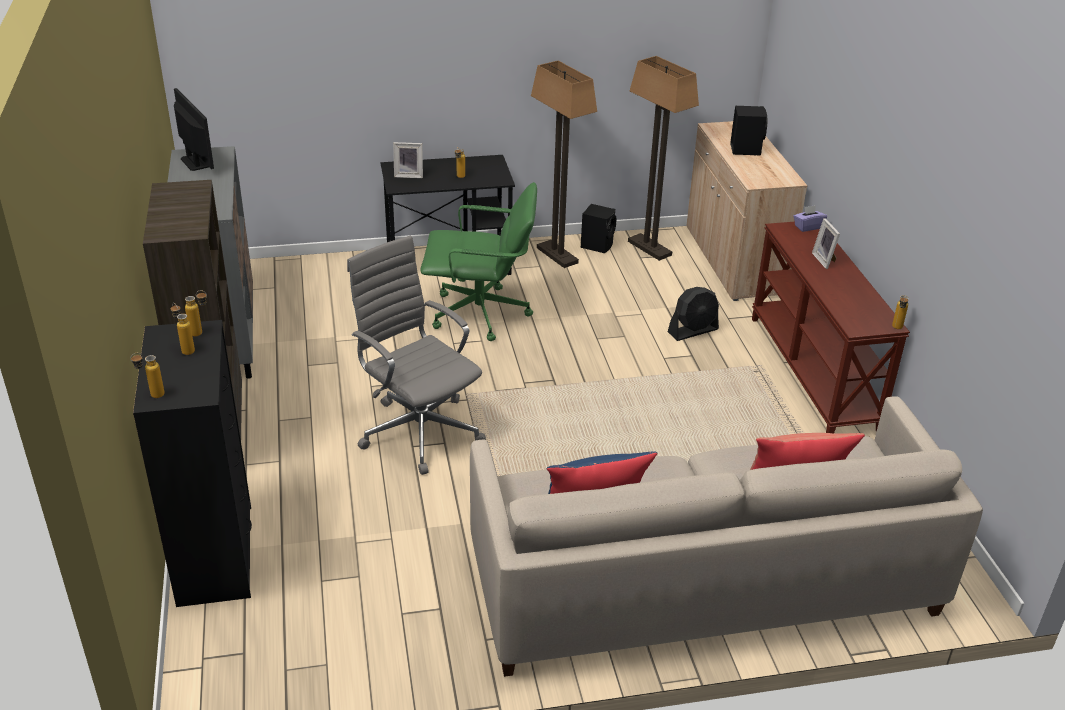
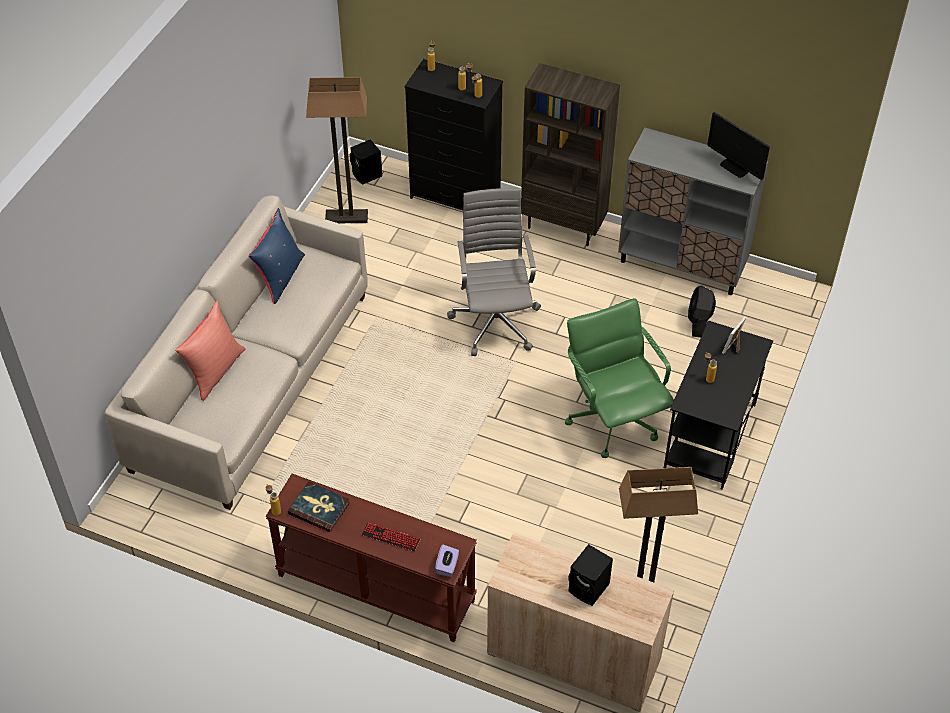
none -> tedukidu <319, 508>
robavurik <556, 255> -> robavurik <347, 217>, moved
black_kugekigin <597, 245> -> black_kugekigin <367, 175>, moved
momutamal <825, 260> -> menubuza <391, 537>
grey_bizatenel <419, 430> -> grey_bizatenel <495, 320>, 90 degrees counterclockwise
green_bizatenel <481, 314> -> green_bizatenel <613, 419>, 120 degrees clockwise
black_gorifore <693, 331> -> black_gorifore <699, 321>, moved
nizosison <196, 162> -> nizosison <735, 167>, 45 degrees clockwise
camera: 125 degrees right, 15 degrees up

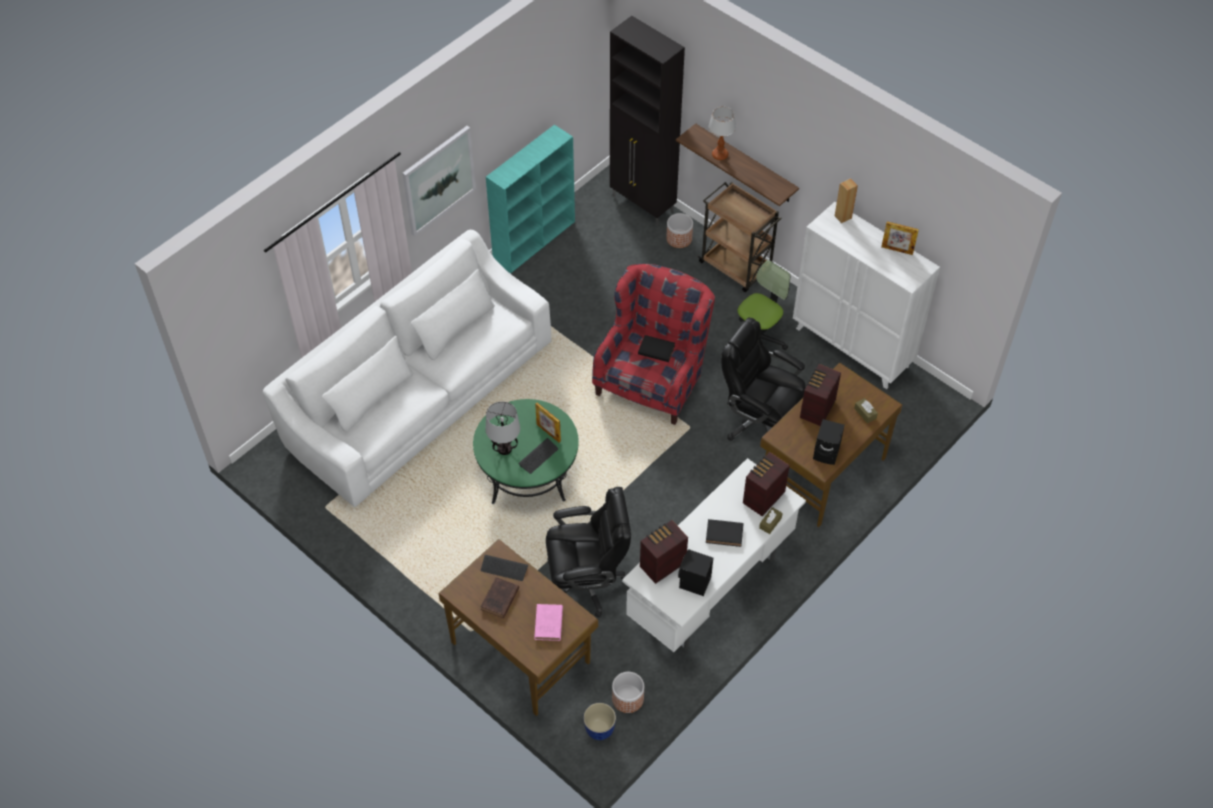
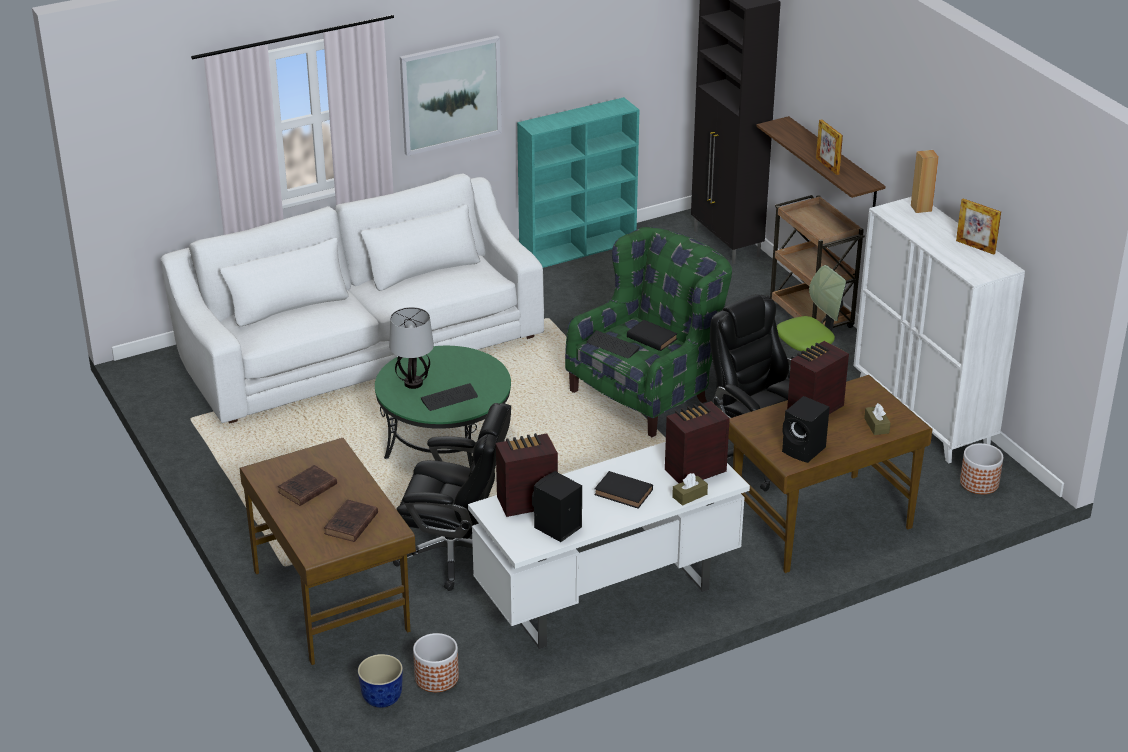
pink_tedukidu <548, 624> -> brown_tedukidu <350, 525>
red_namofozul <653, 378> -> green_namofozul <650, 392>
menubuza <504, 568> -> menubuza <612, 346>, moved
momutamal <548, 432> -> momutamal <827, 166>, moved
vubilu <679, 238> -> vubilu <979, 483>, moved
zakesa <719, 155> -> none
camera: 20 degrees right, 20 degrees down

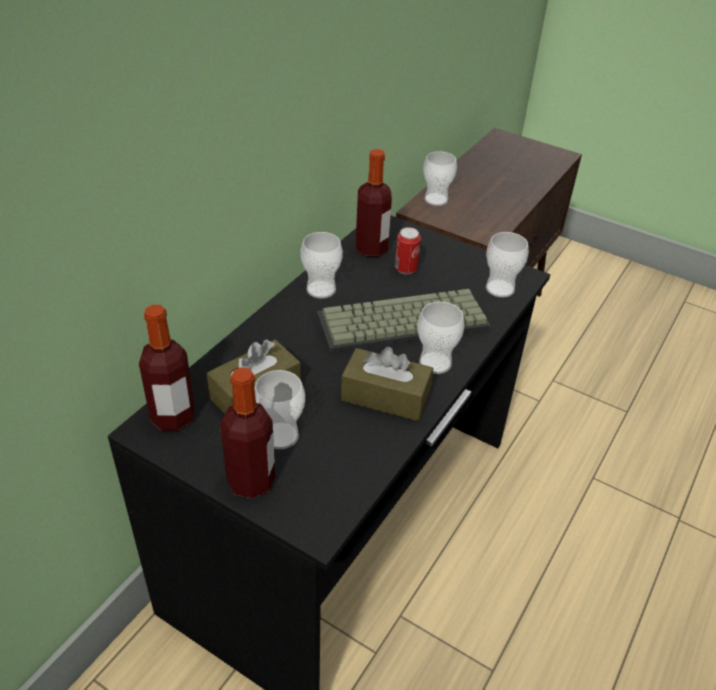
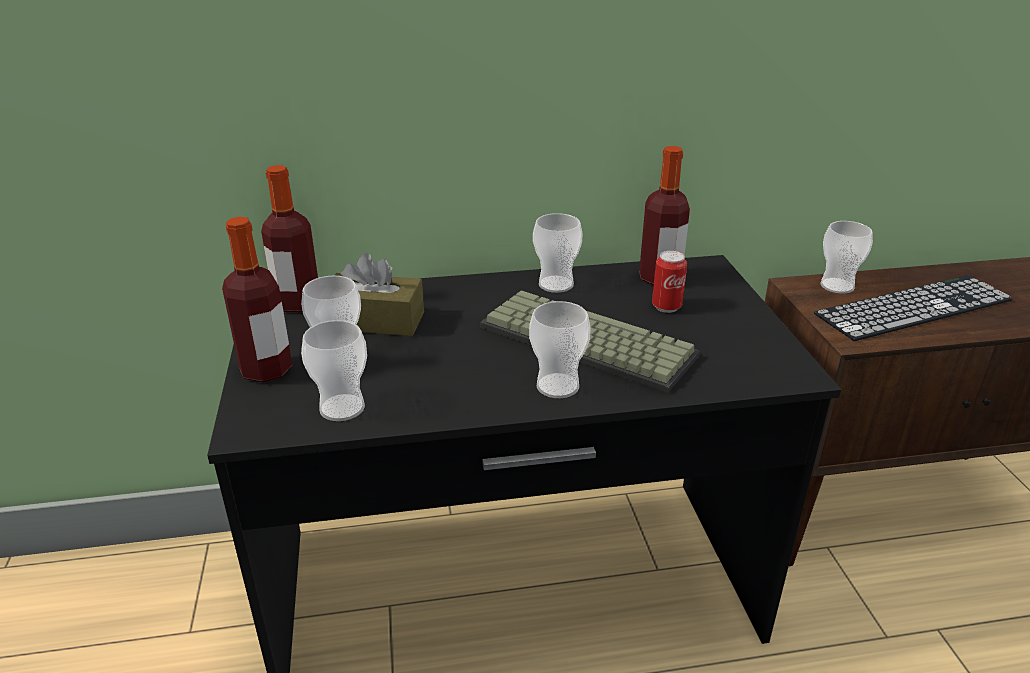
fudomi <500, 288> -> fudomi <342, 408>, moved
none -> menubuza <914, 307>
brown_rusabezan <385, 396> -> none
camera: 50 degrees right, 10 degrees down

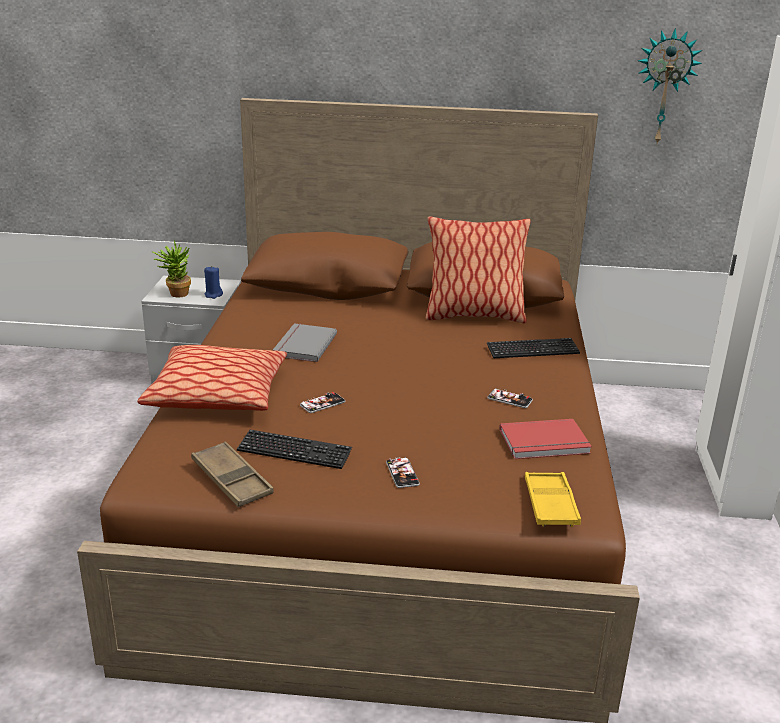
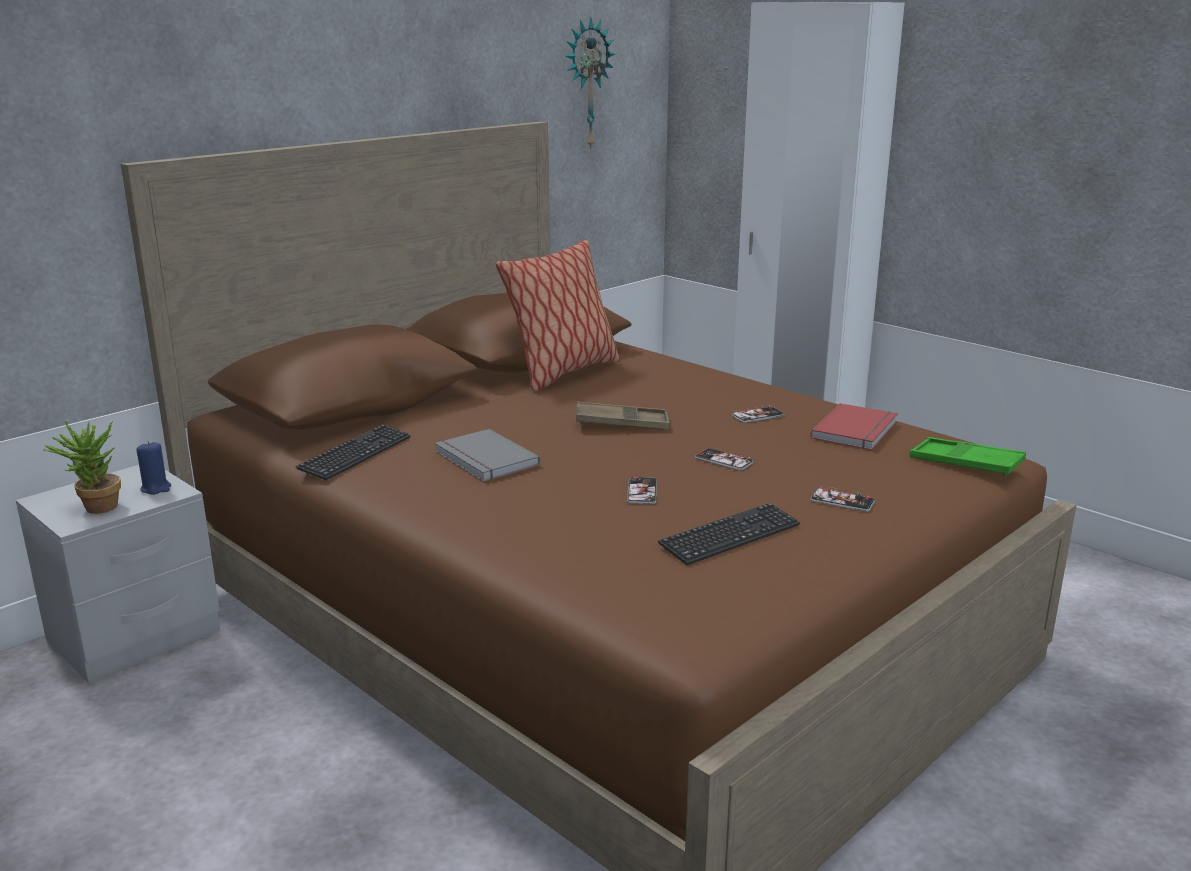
menubuza <532, 350> -> menubuza <355, 454>, moved
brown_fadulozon <232, 480> -> brown_fadulozon <622, 423>, moved
none -> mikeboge <723, 461>
yellow_fadulozon <550, 504> -> green_fadulozon <965, 463>
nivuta <218, 395> -> none
camera: 50 degrees left, 5 degrees down

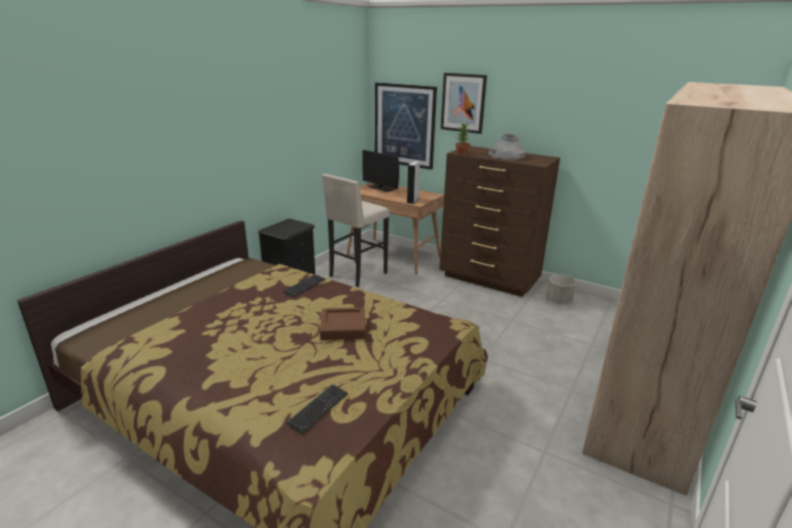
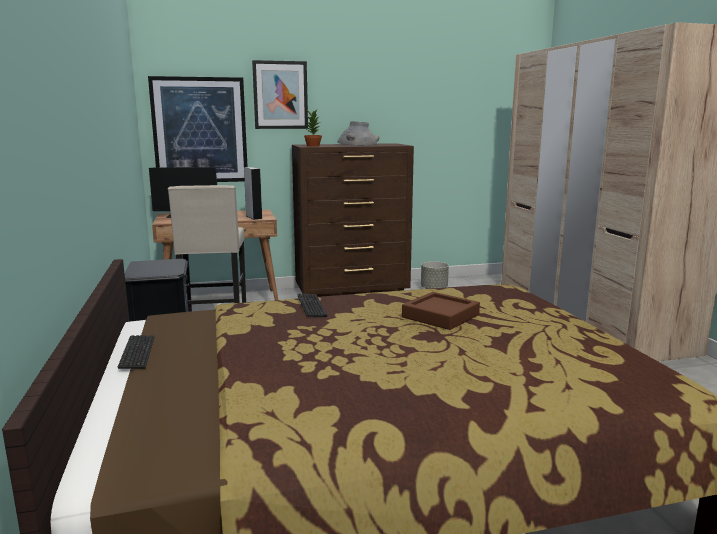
menubuza <318, 409> -> menubuza <137, 353>, moved
camera: 45 degrees left, 10 degrees down

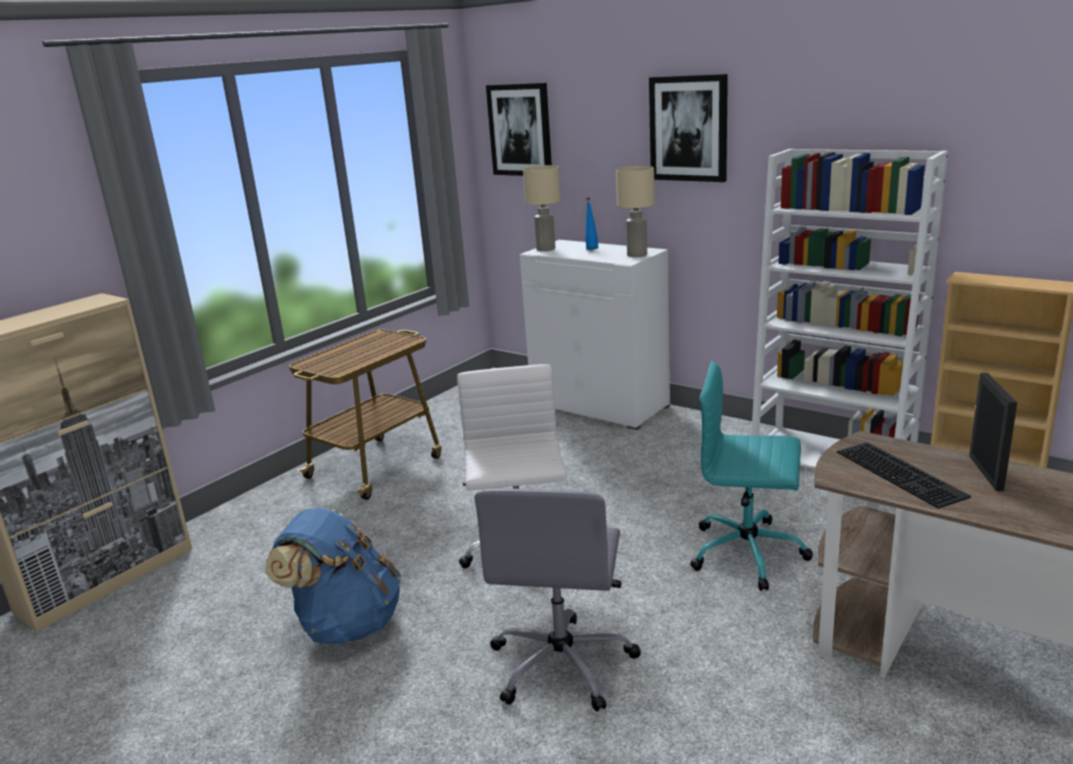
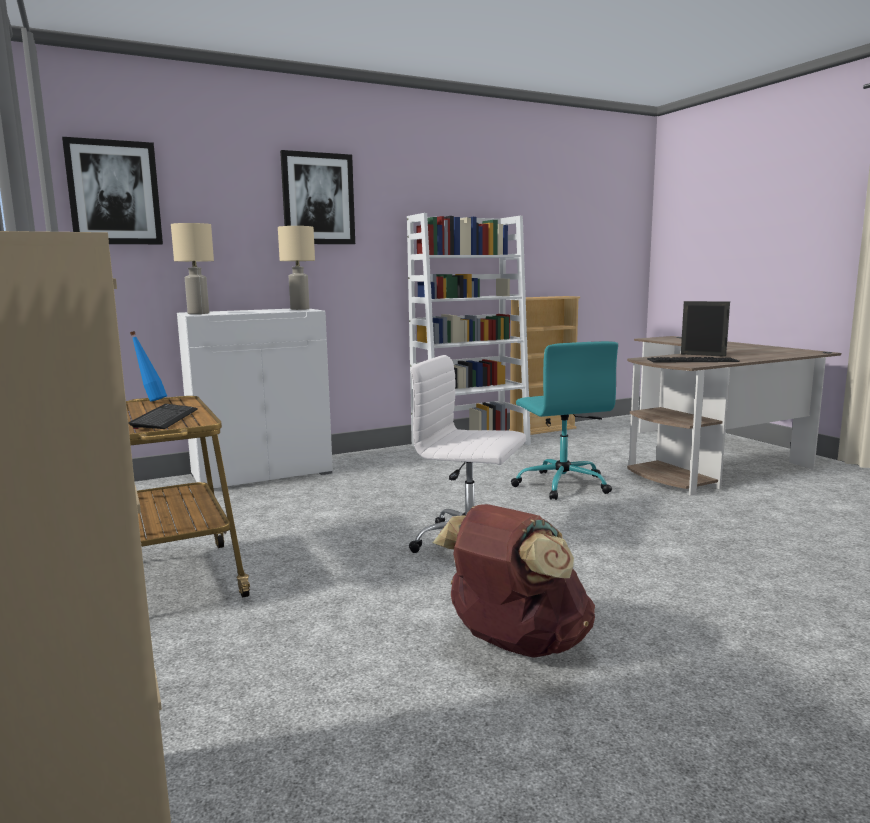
none -> menubuza <165, 418>
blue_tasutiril <591, 249> -> blue_tasutiril <151, 401>, moved
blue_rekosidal <346, 624> -> brown_rekosidal <515, 644>
turquoise_bizatenel <749, 553> -> turquoise_bizatenel <562, 484>, 60 degrees counterclockwise
grey_bizatenel <563, 664> -> none
camera: 65 degrees left, 10 degrees down

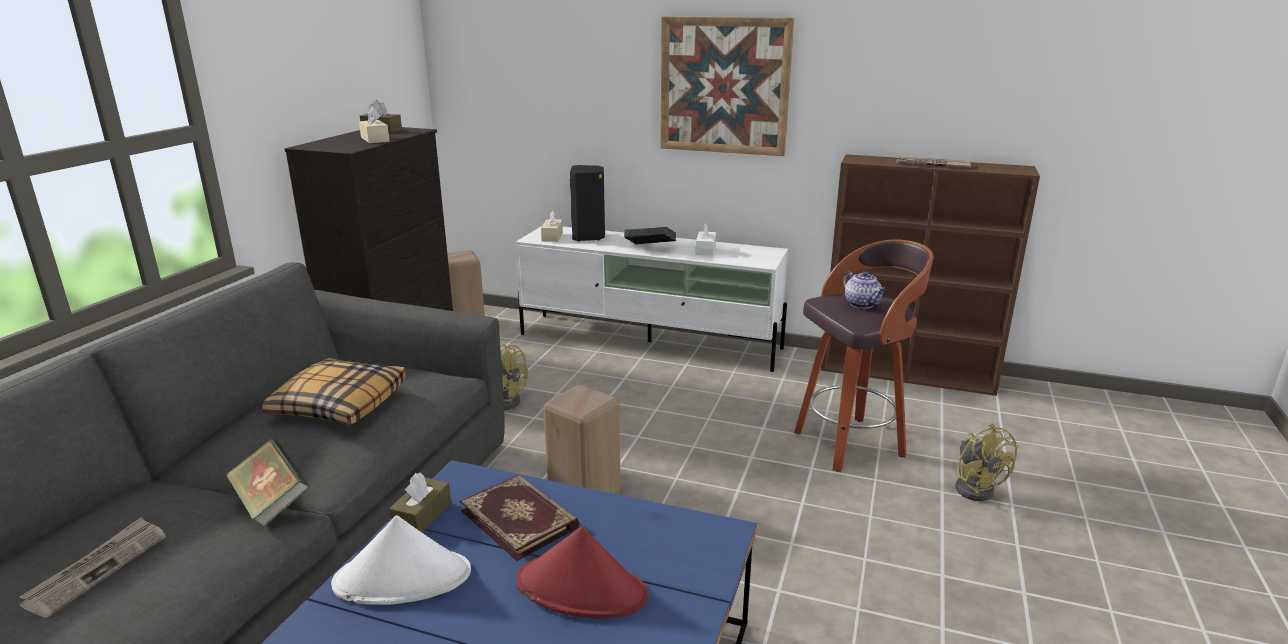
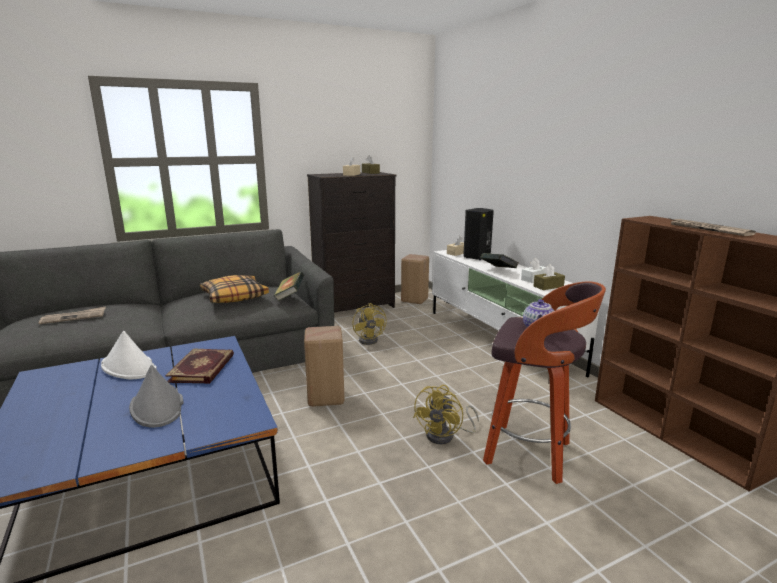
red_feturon <582, 589> -> grey_feturon <157, 406>
tedukidu <272, 503> -> tedukidu <290, 296>, moved
yellow_gorifore <975, 487> -> yellow_gorifore <446, 436>, moved
brown_rusabezan <422, 516> -> brown_rusabezan <548, 286>, moved
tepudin <724, 86> -> none
camera: 45 degrees right, 5 degrees down

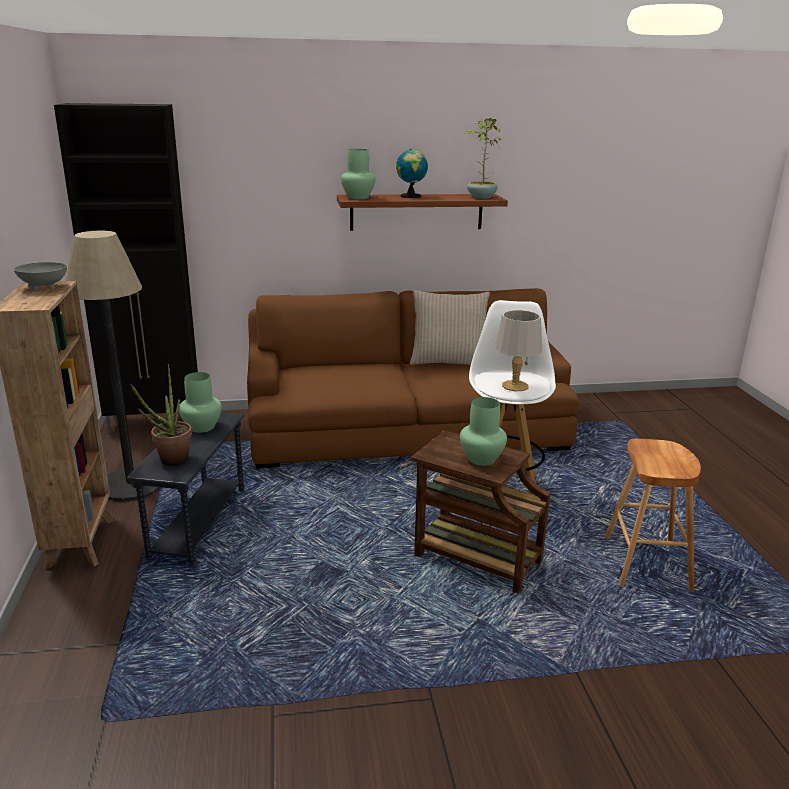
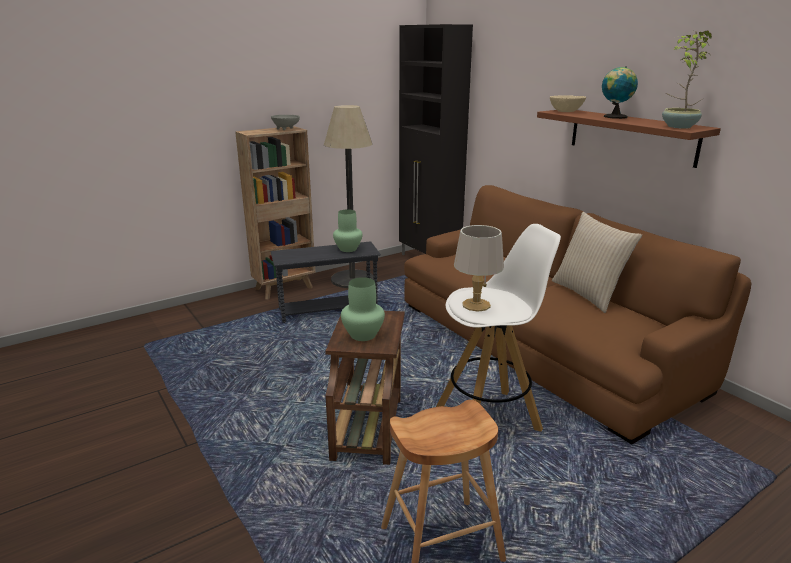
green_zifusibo <357, 197> -> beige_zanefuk <566, 111>
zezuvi <170, 462> -> none
camera: 65 degrees right, 0 degrees up

